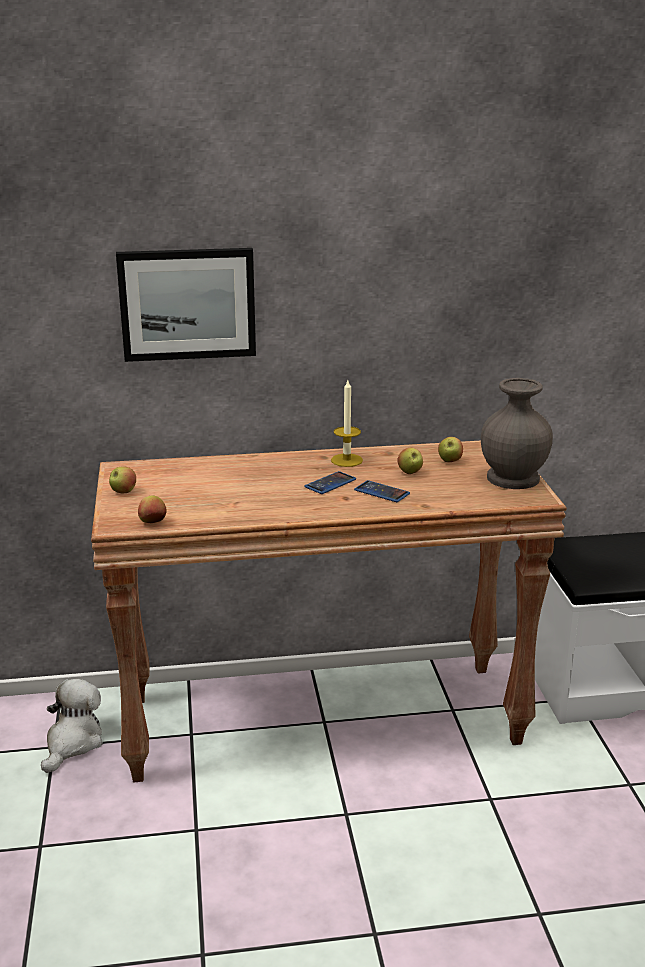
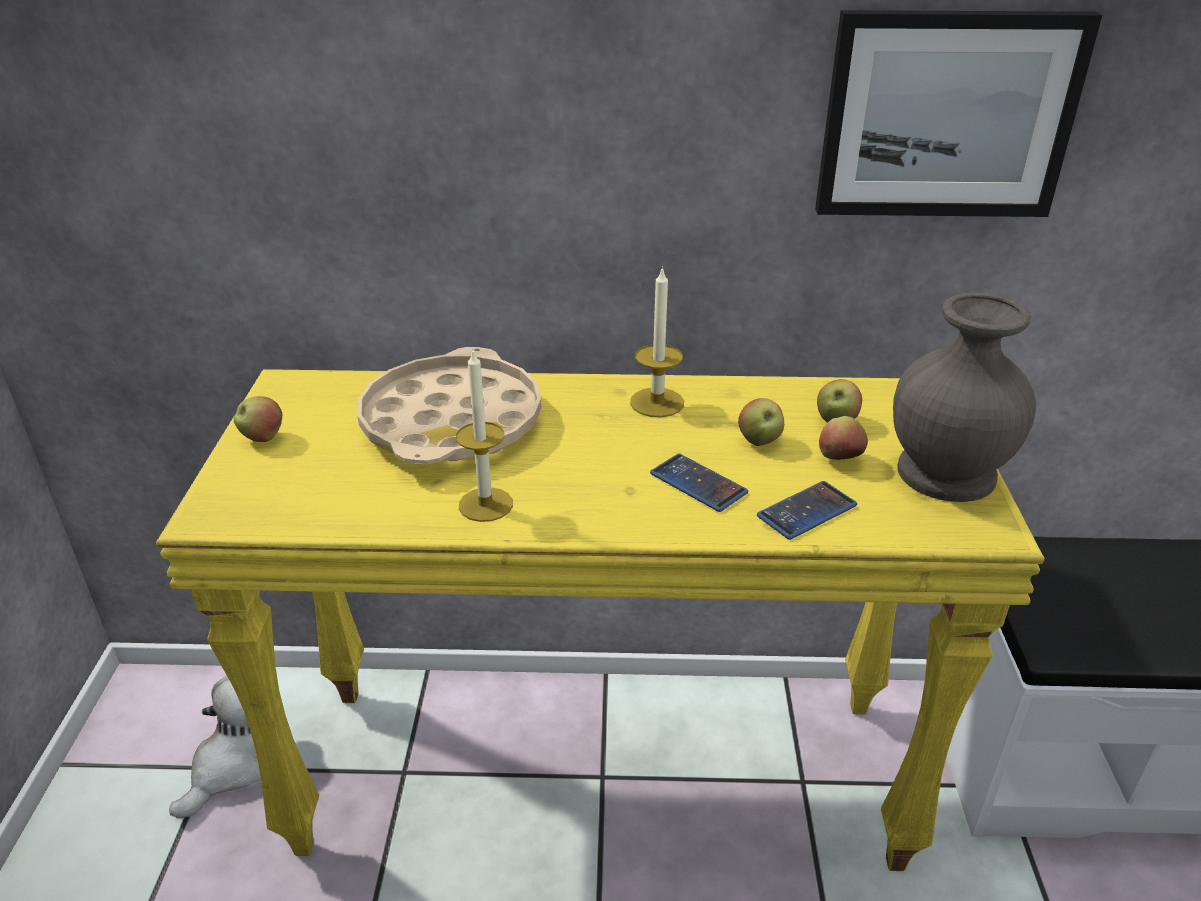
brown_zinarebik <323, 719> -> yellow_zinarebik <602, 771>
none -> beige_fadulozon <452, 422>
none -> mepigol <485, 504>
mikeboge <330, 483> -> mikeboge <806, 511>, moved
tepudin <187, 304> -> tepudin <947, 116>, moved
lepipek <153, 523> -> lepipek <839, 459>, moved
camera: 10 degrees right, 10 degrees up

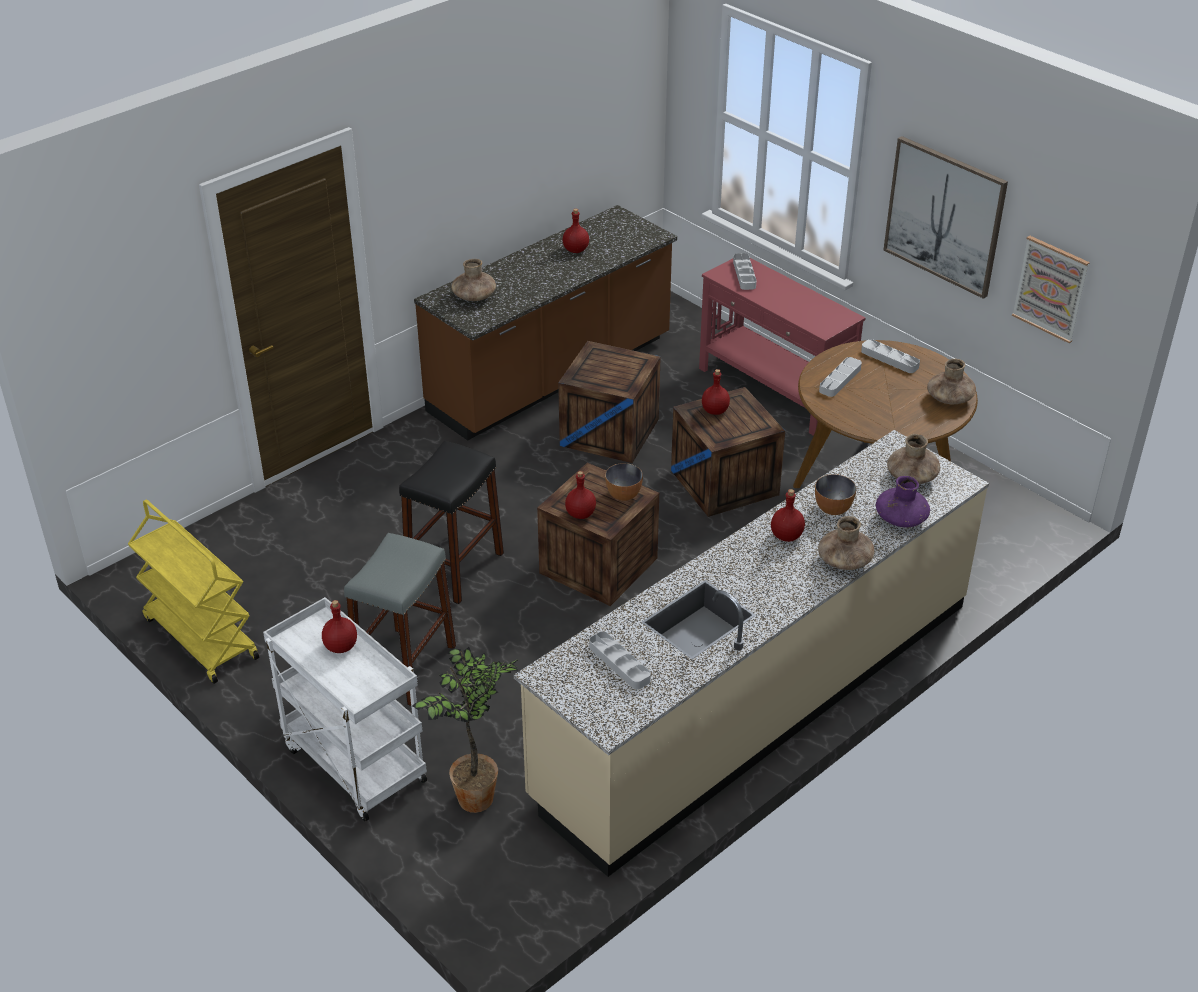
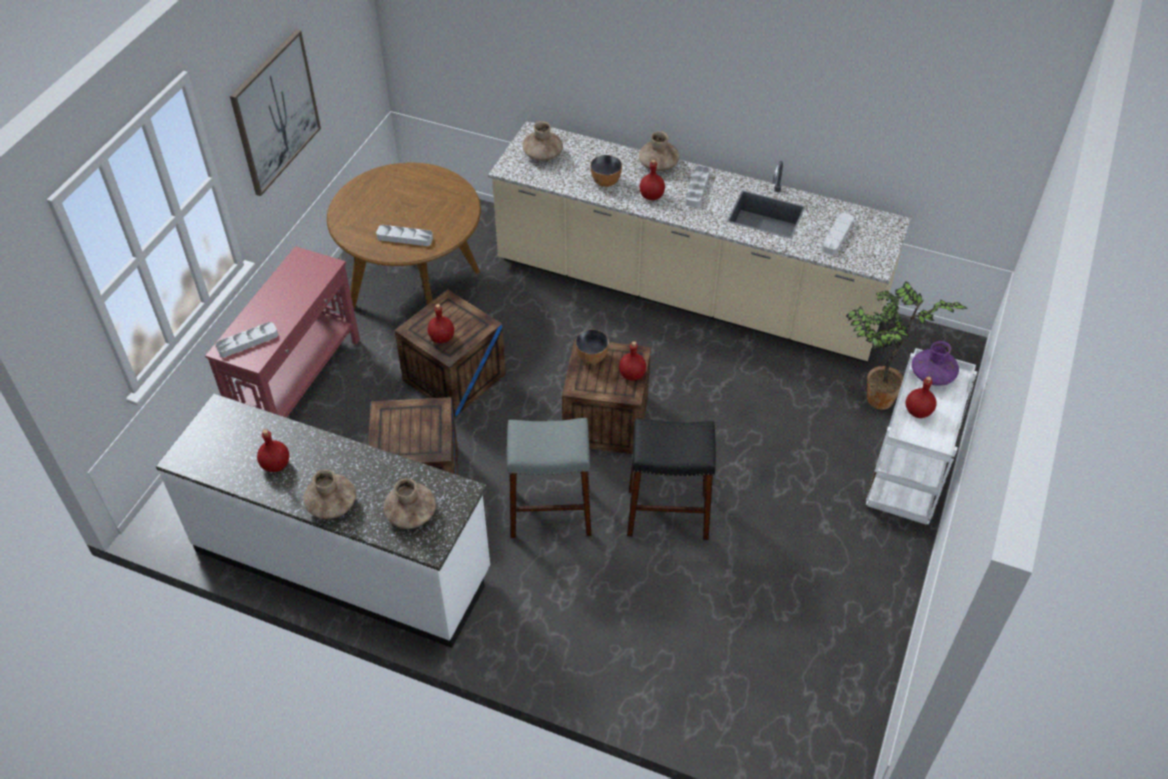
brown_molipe <551, 377> -> white_molipe <343, 561>
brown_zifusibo <949, 399> -> brown_zifusibo <332, 505>, moved
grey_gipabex <405, 666> -> grey_gipabex <550, 513>, moved
grey_fadulozon <889, 359> -> grey_fadulozon <697, 189>, moved
purple_zifusibo <901, 518> -> purple_zifusibo <932, 375>, moved
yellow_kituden <200, 638> -> none
tepudin <1051, 288> -> none
camera: 115 degrees left, 10 degrees up

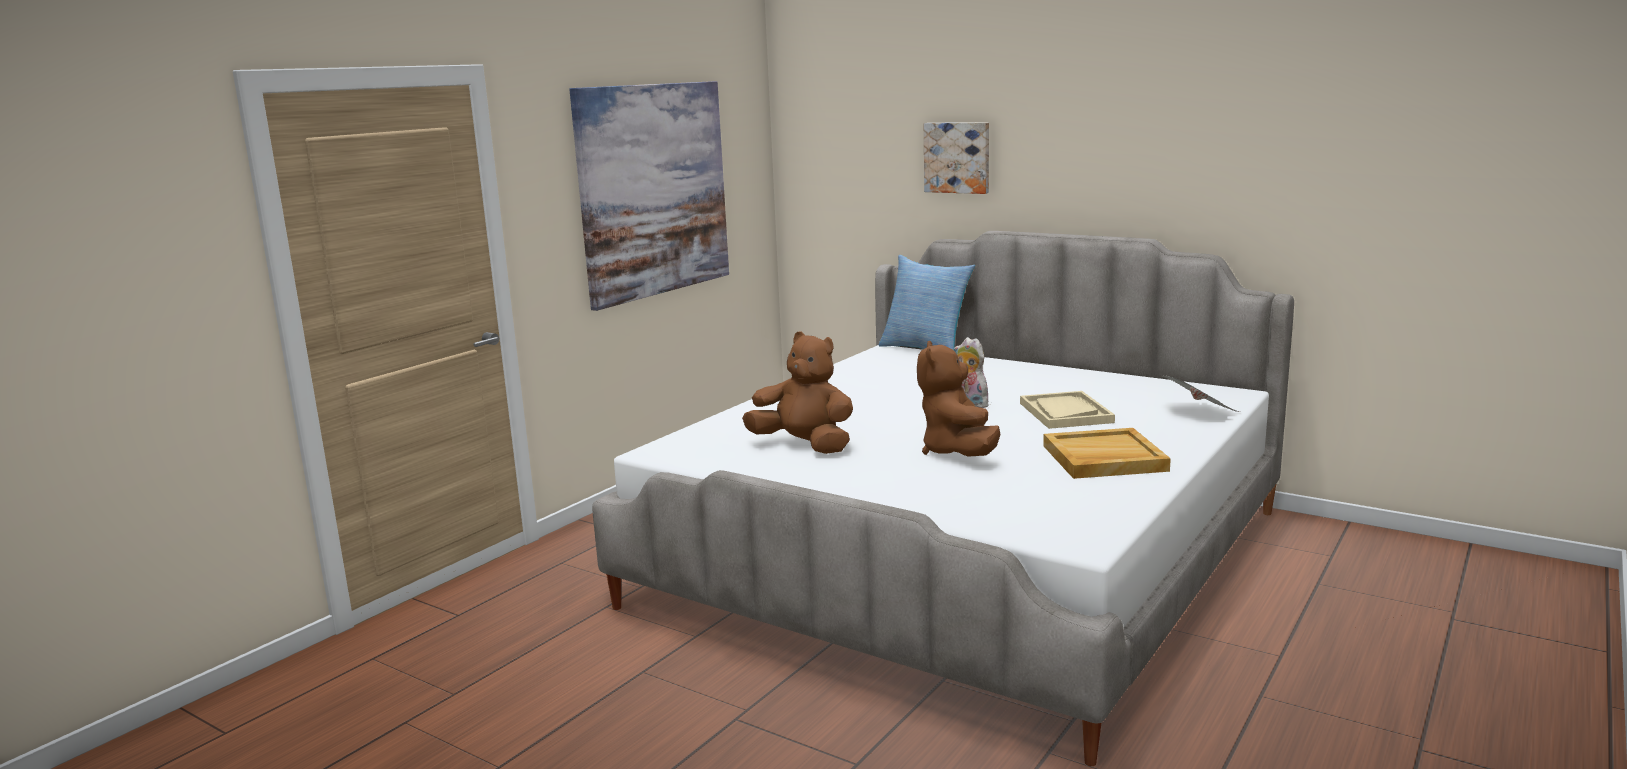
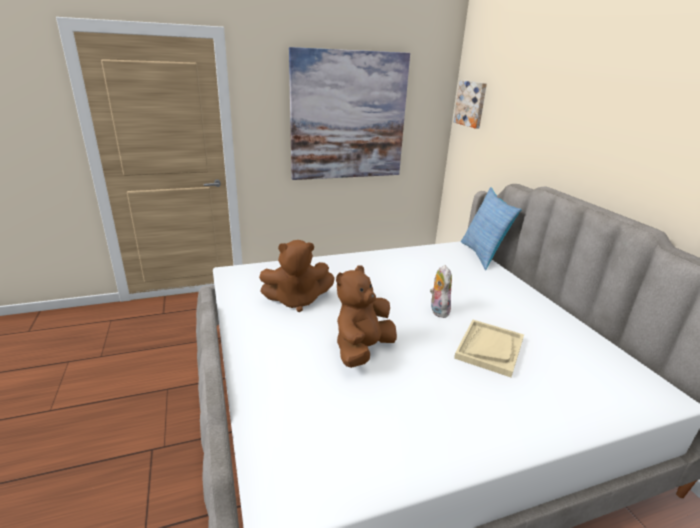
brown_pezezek <804, 446> -> brown_pezezek <297, 300>, 105 degrees clockwise
tepudin <957, 157> -> tepudin <471, 104>, moved
beige_fadulozon <1103, 458> -> none
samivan <1200, 413> -> none
camera: 35 degrees right, 10 degrees up

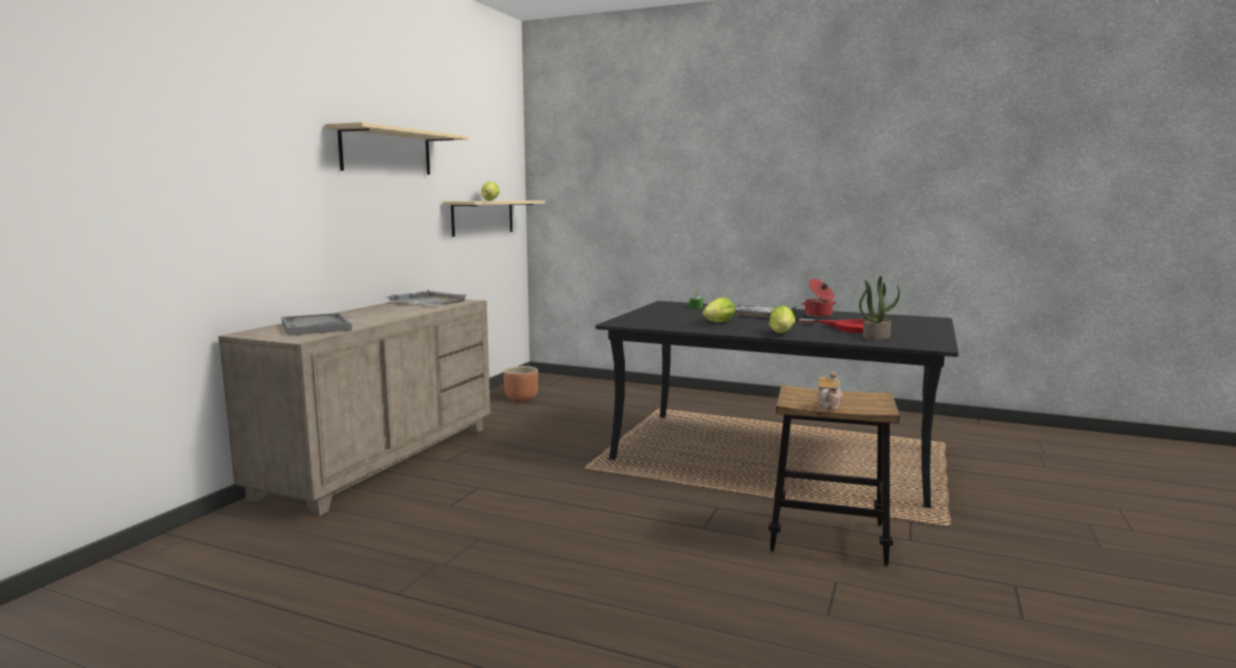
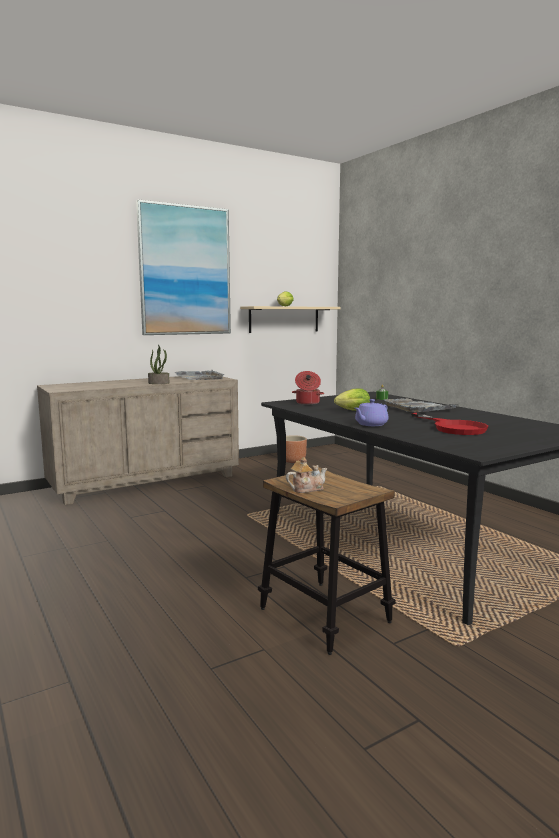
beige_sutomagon <387, 152> -> tepudin <185, 271>
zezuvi <876, 337> -> zezuvi <159, 383>, moved
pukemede <818, 315> -> pukemede <307, 403>, moved
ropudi <782, 334> -> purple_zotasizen <370, 424>
grey_fadulozon <315, 327> -> none
camera: 35 degrees right, 0 degrees up

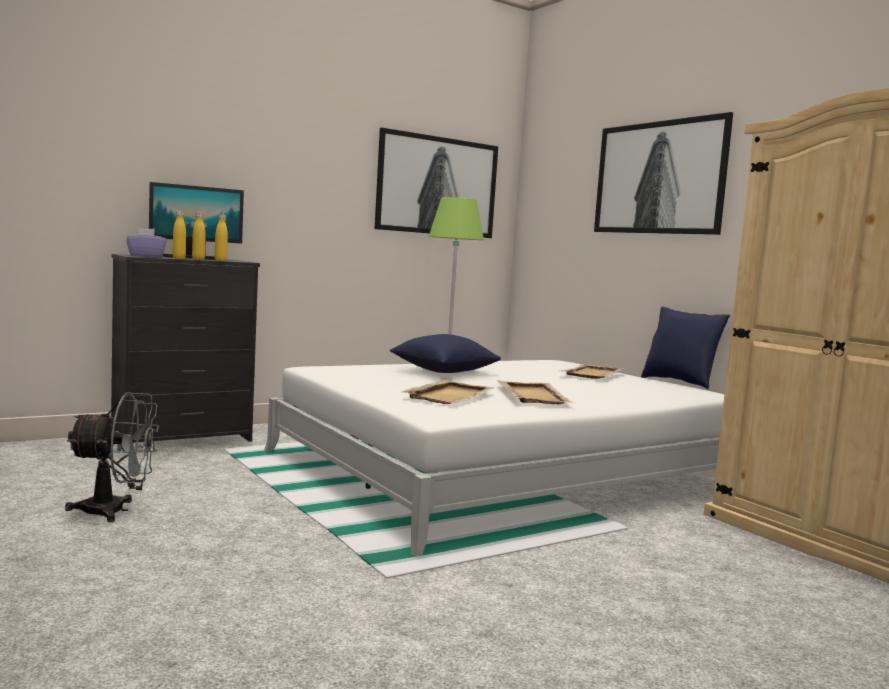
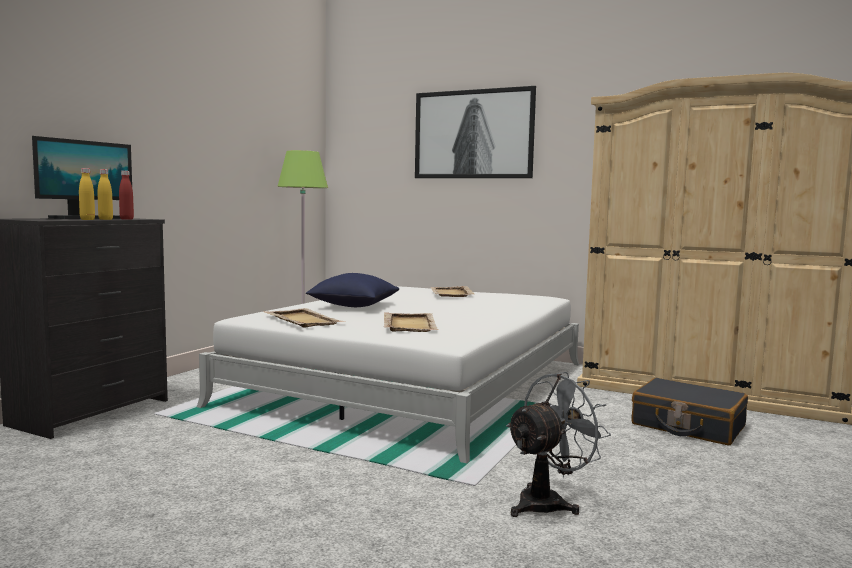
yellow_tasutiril <220, 260> -> red_tasutiril <126, 219>
beige_fadulozon <533, 395> -> beige_fadulozon <303, 320>, moved
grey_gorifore <115, 511> -> grey_gorifore <548, 502>, moved
none -> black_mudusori <687, 426>
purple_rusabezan <146, 256> -> none
tepudin <437, 186> -> none
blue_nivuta <679, 383> -> none
camera: 30 degrees left, 0 degrees up

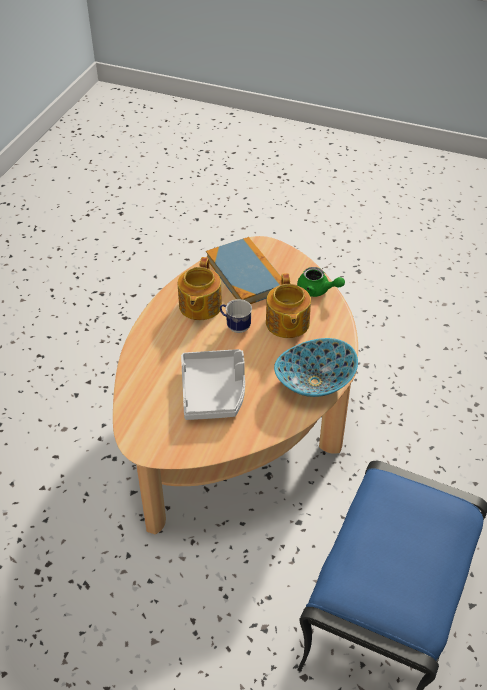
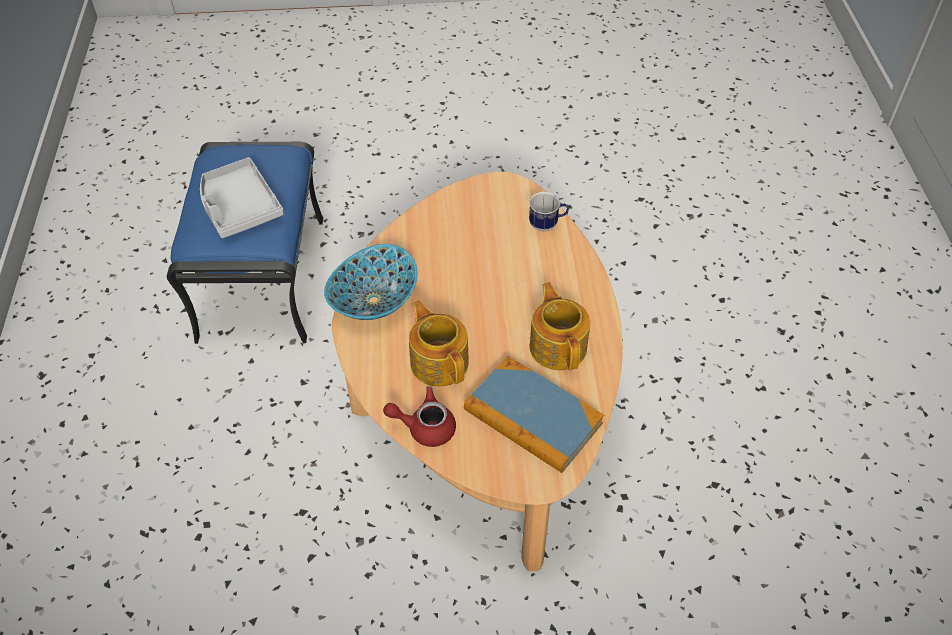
grey_fadulozon <214, 391> -> grey_fadulozon <239, 207>, moved
green_zotasizen <317, 290> -> red_zotasizen <425, 427>
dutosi <235, 326> -> dutosi <547, 225>, moved
camera: 155 degrees right, 5 degrees up

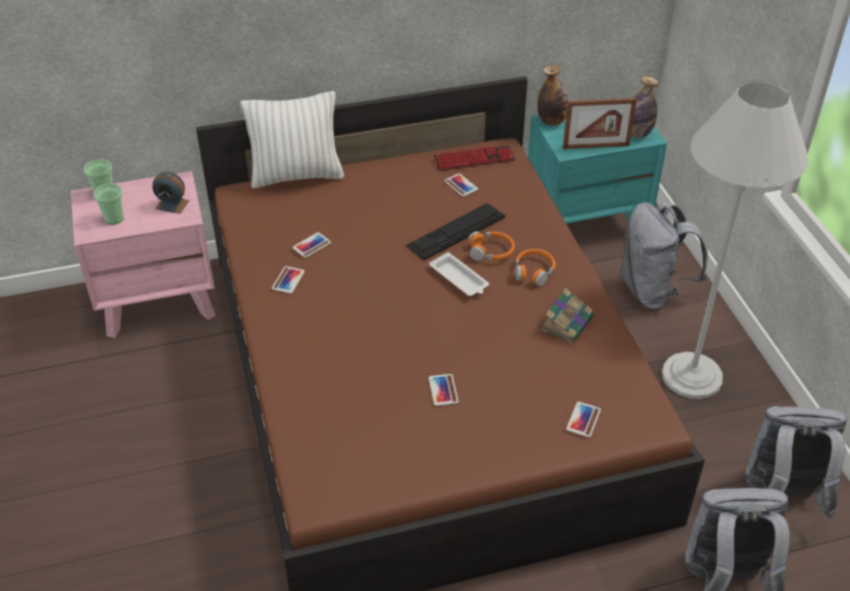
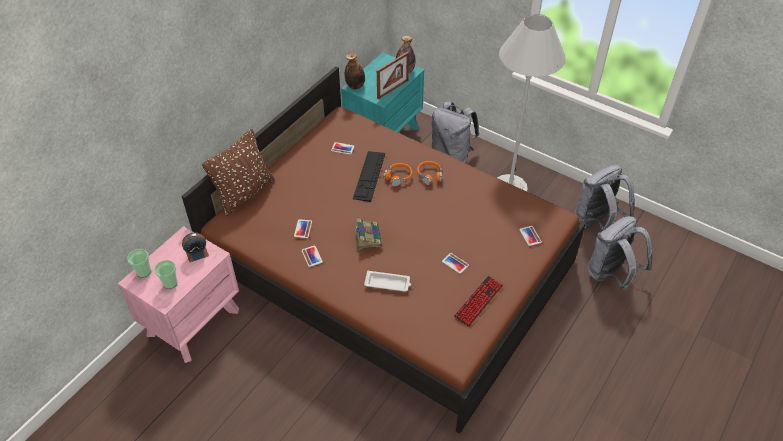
white_nivuta <296, 175> -> brown_nivuta <245, 193>
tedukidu <567, 322> -> tedukidu <367, 237>, moved
white_fadulozon <459, 279> -> white_fadulozon <388, 283>, moved
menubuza <474, 159> -> menubuza <478, 301>, moved
camera: 40 degrees left, 5 degrees up

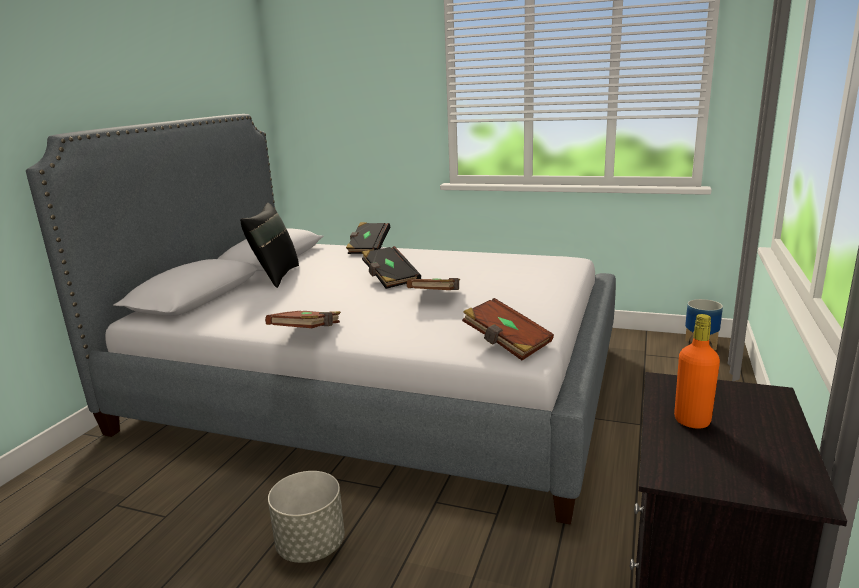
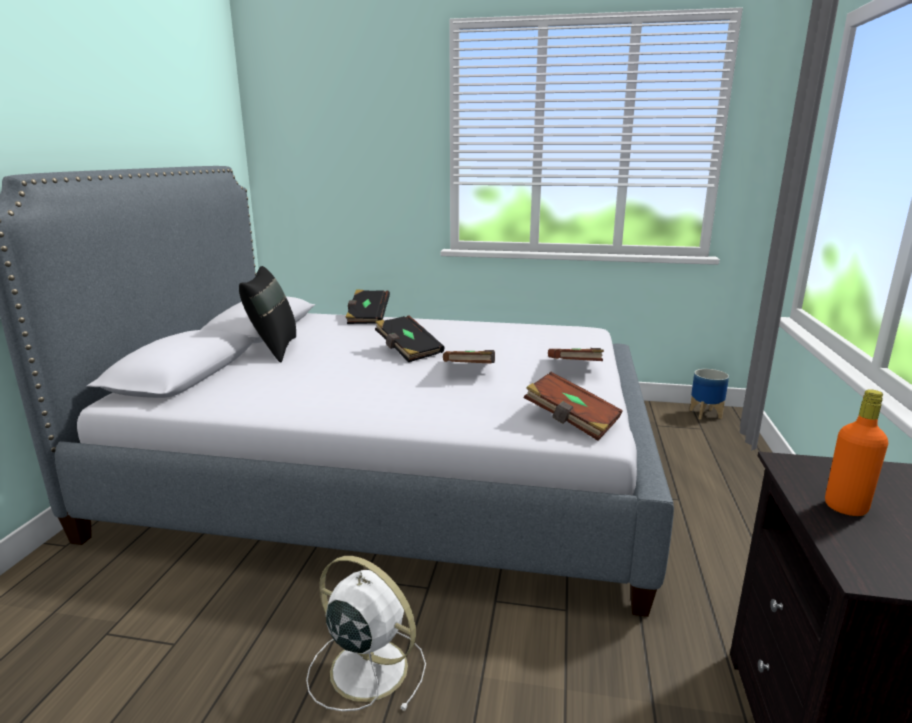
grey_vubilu <310, 546> -> white_gorifore <366, 667>
brown_tedukidu <308, 333> -> brown_tedukidu <575, 368>, moved
camera: 10 degrees left, 0 degrees up

